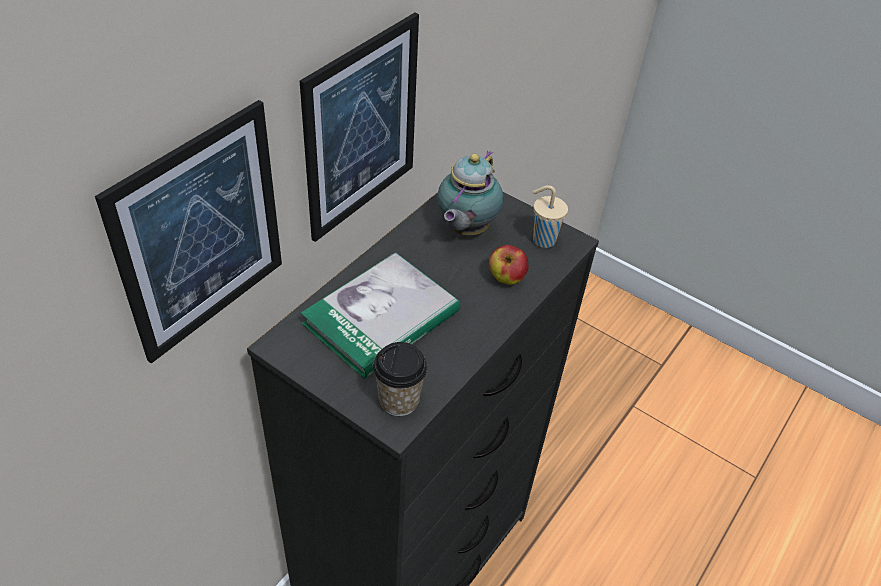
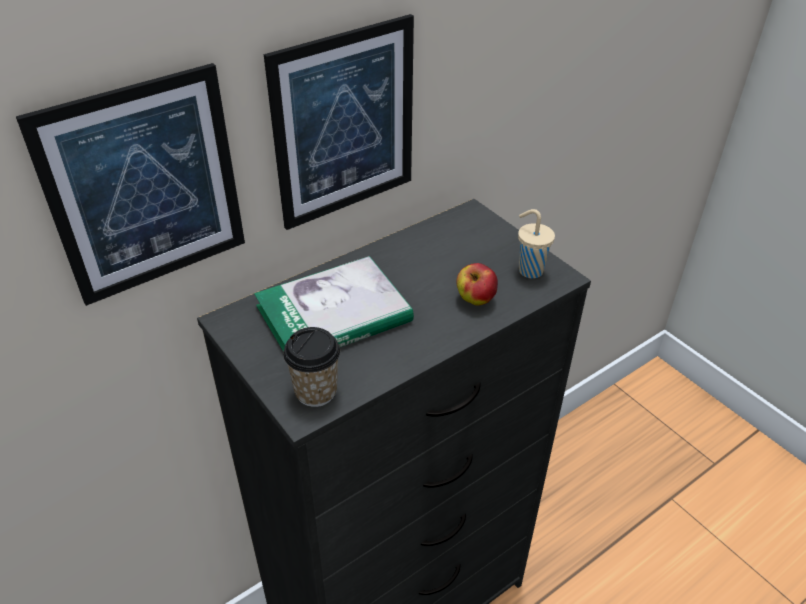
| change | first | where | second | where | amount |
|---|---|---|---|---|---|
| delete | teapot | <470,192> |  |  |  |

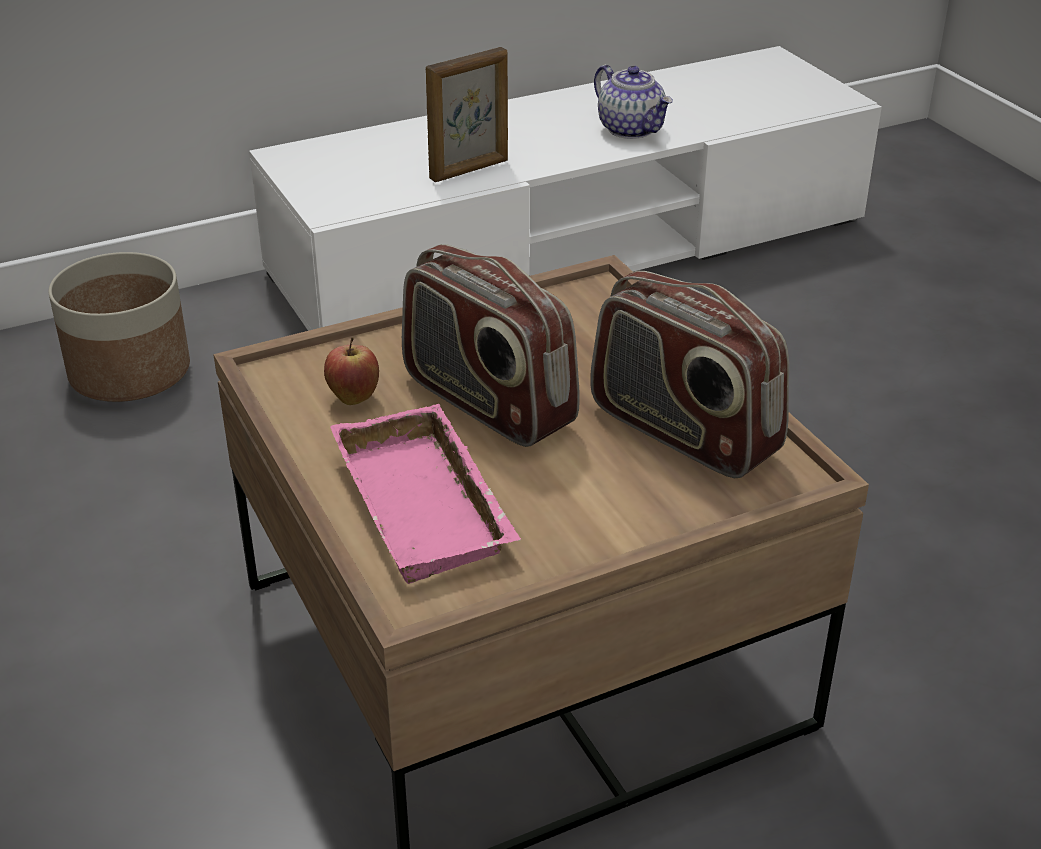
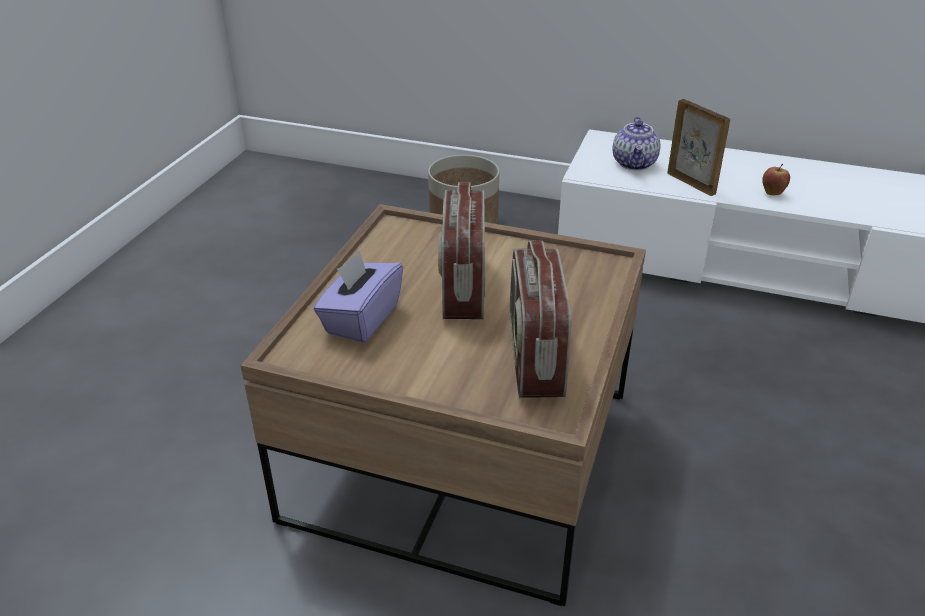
| change | first | where | second | where | amount |
|---|---|---|---|---|---|
| replace | pink tray | <425,494> | purple tissue box | <358,296> |  |
| move | teapot | <633,102> |  | <636,143> |  |
| rotate | picture frame | <467,114> |  | <698,147> | 135 degrees counterclockwise |
| move | apple | <351,371> |  | <776,179> |  |

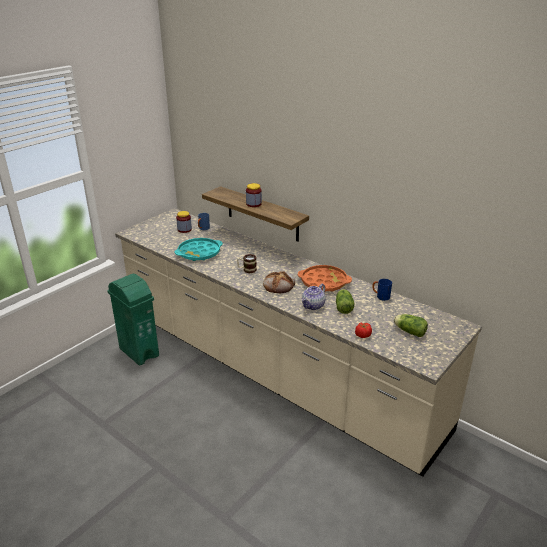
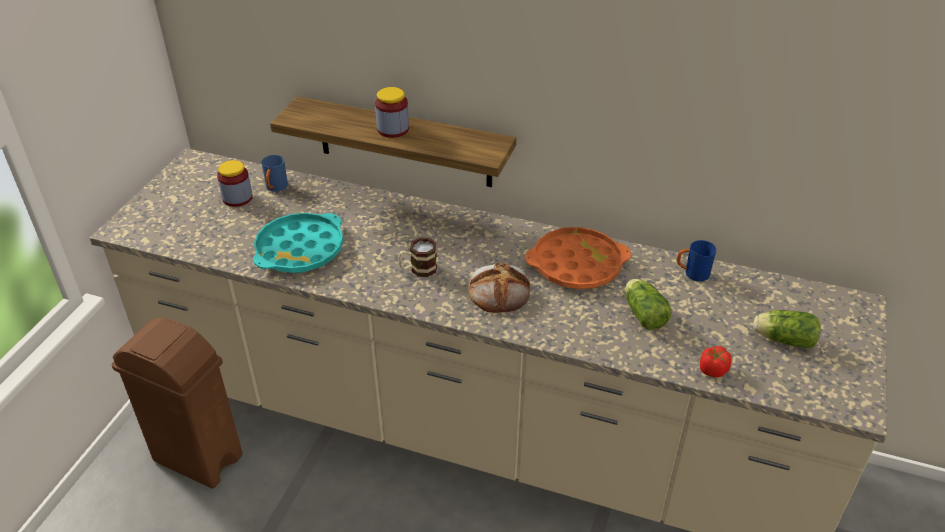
| change | first | where | second | where | amount |
|---|---|---|---|---|---|
| recolor | green trash can | <133,320> | brown trash can | <177,403> |  |
| delete | teapot | <313,297> |  |  |  |

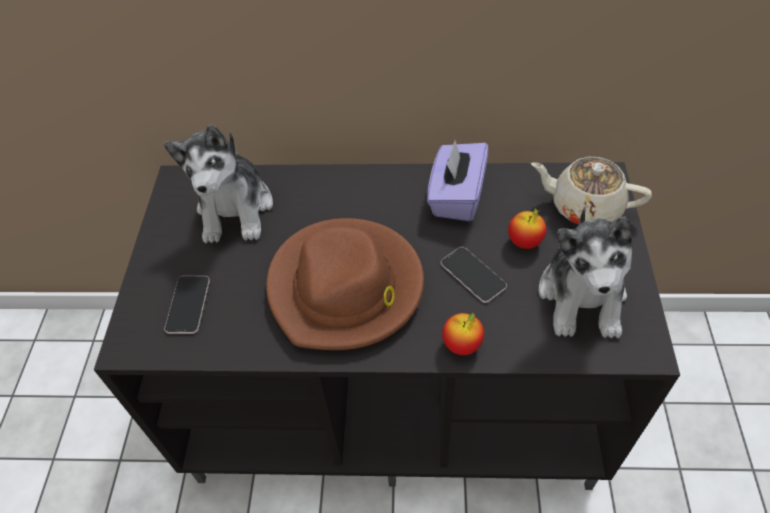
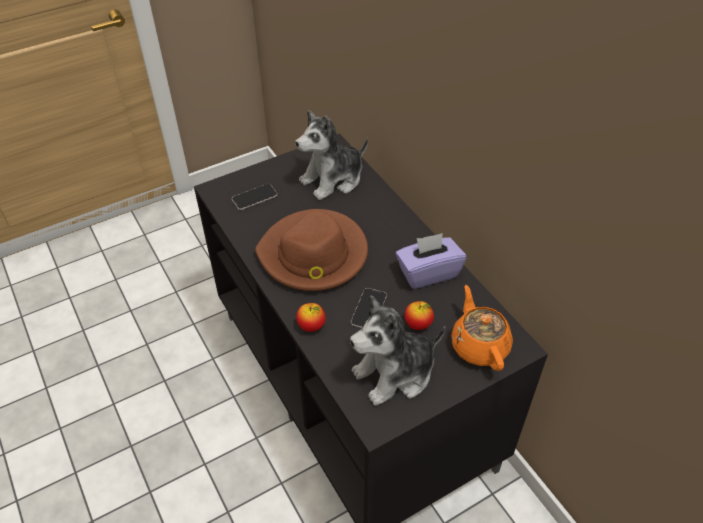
| change | first | where | second | where | amount |
|---|---|---|---|---|---|
| recolor | beige teapot | <591,190> | orange teapot | <482,328> |  |

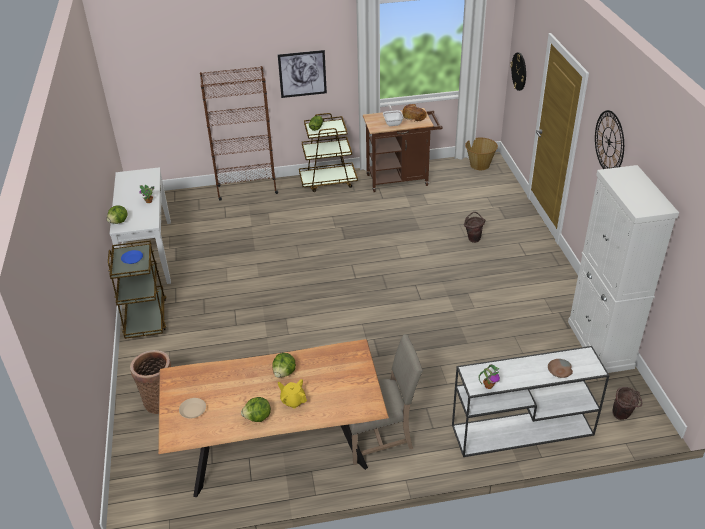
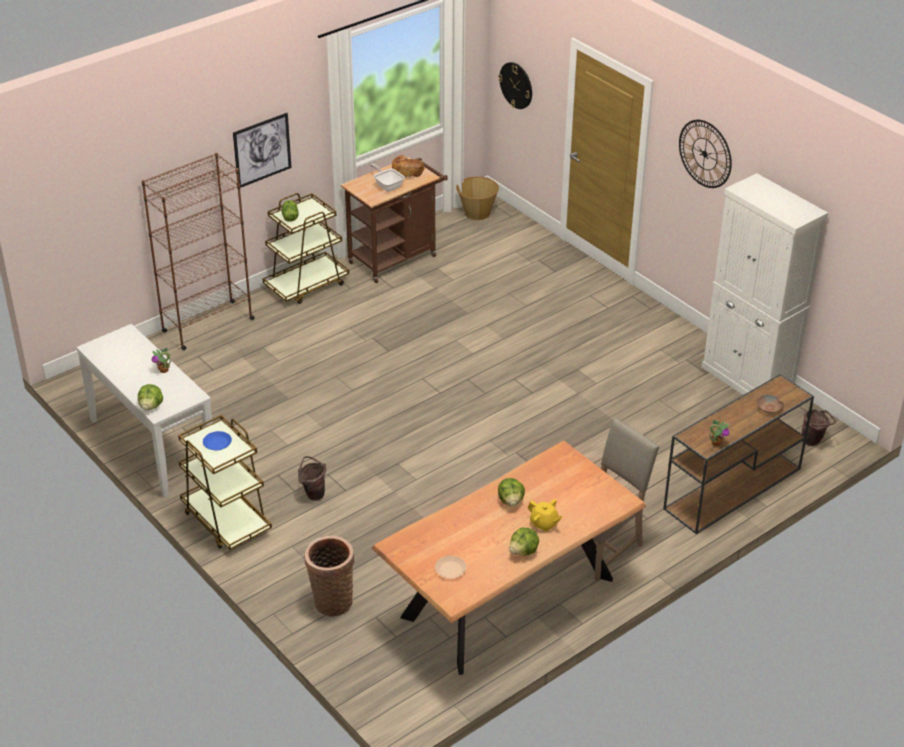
| change | first | where | second | where | amount |
|---|---|---|---|---|---|
| move | brown bucket | <474,227> |  | <312,478> |  |
| rotate | yellow teapot | <292,394> |  | <545,515> | 150 degrees counterclockwise |
| recolor | white console table | <531,401> | brown console table | <738,454> |  |

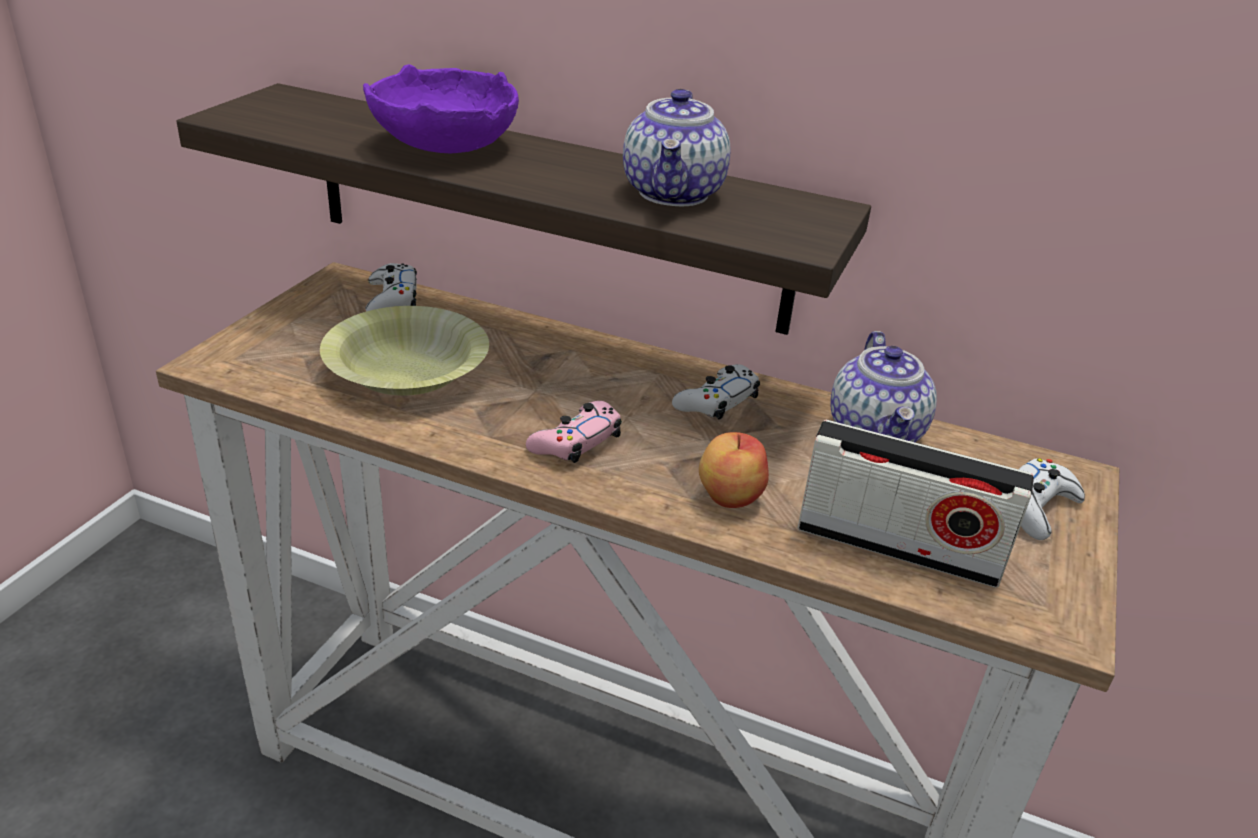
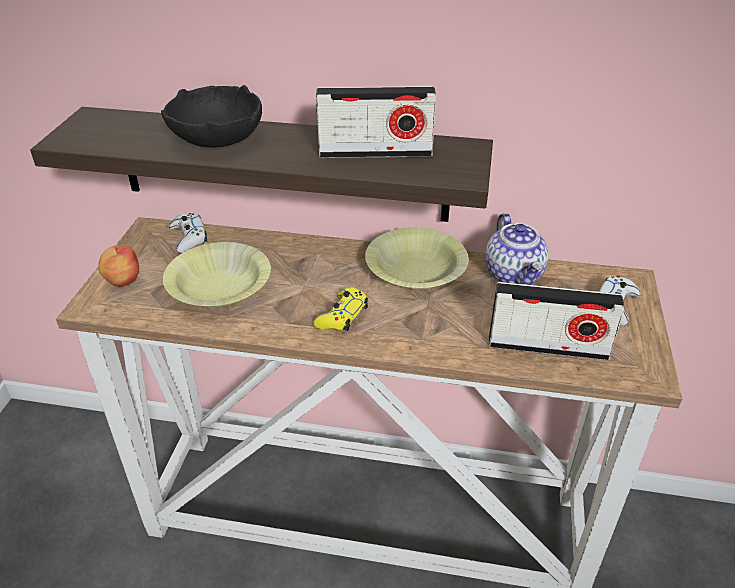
| change | first | where | second | where | amount |
|---|---|---|---|---|---|
| move | apple | <734,470> |  | <118,266> |  |
| recolor | purple bowl | <441,108> | black bowl | <211,116> |  |
| recolor | pink game controller | <574,432> | yellow game controller | <340,309> |  |
| replace | teapot | <677,147> | radio | <376,122> |  |
| replace | white game controller | <716,392> | yellow bowl | <417,258> |  |

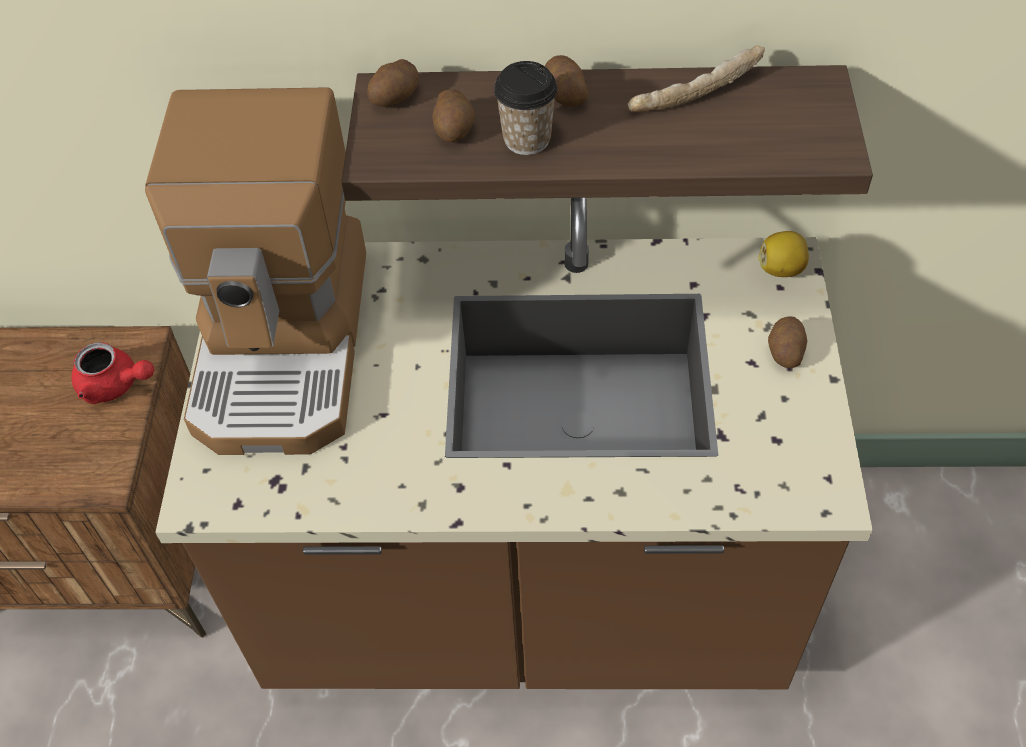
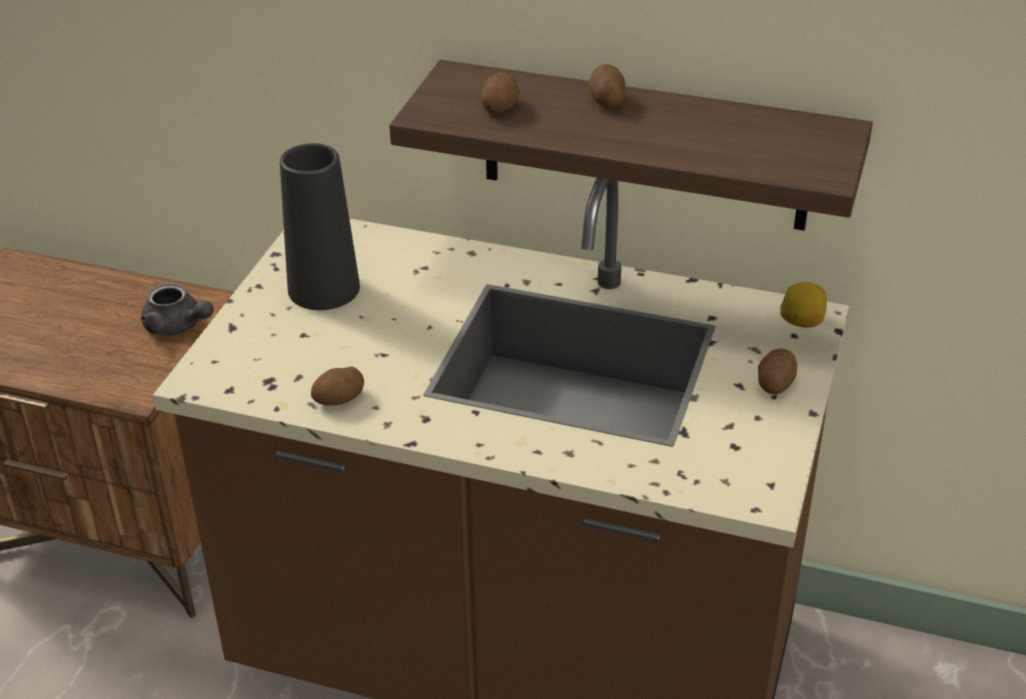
| change | first | where | second | where | amount |
|---|---|---|---|---|---|
| recolor | red teapot | <112,373> | grey teapot | <177,309> |  |
| replace | coffee machine | <255,271> | black vase | <320,226> |  |
| move | potato | <392,83> |  | <337,385> |  |
| delete | cup | <525,108> |  |  |  |
| delete | bread | <696,78> |  |  |  |

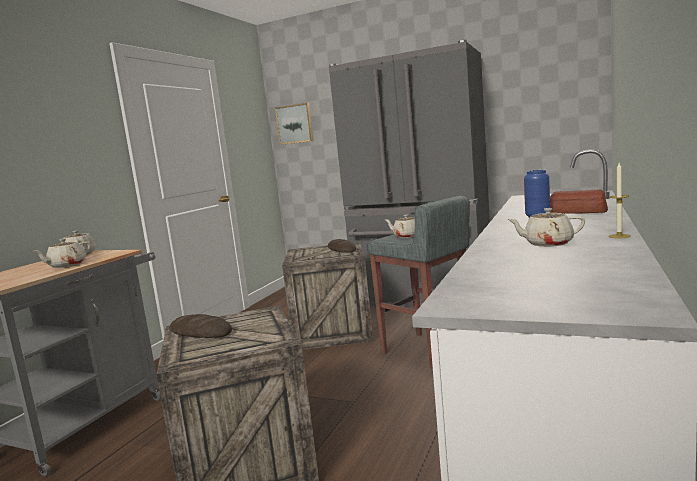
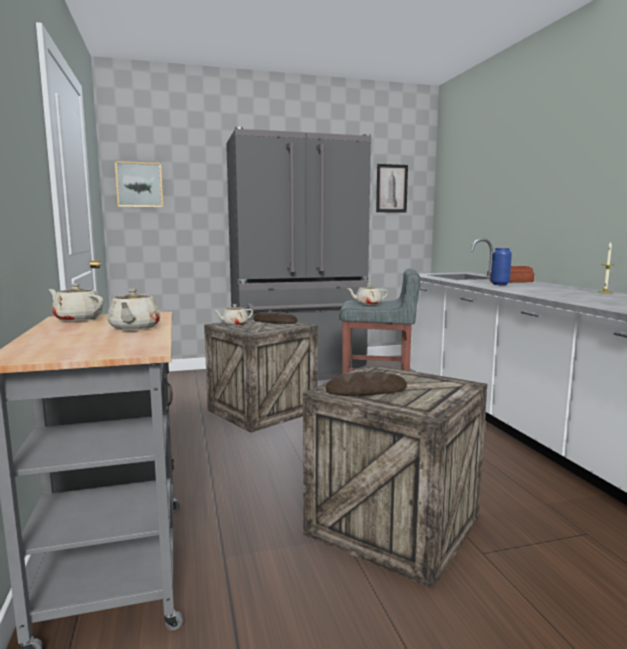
| change | first | where | second | where | amount |
|---|---|---|---|---|---|
| move | beige teapot | <546,227> |  | <233,315> |  |
| insert |  |  | picture | <392,188> |  |

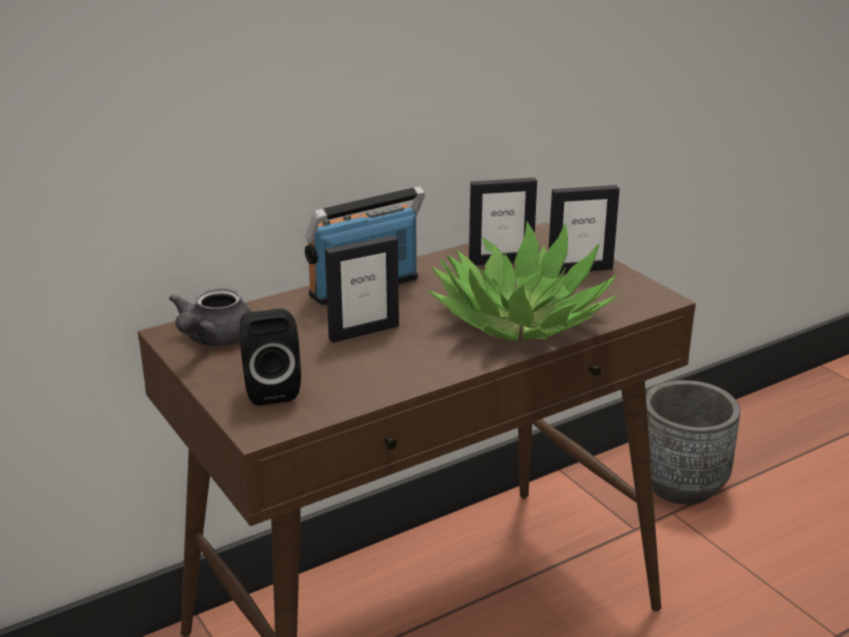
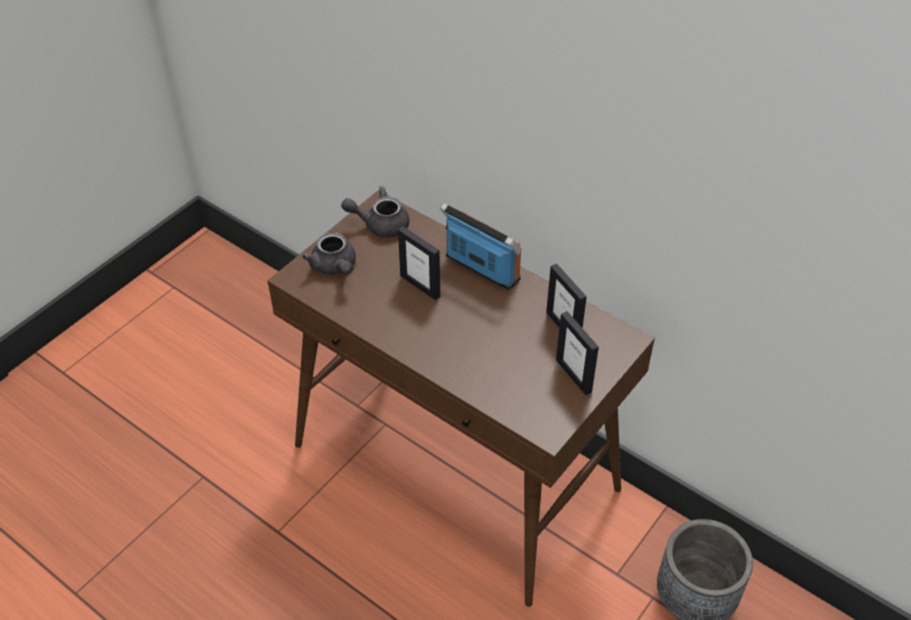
| change | first | where | second | where | amount |
|---|---|---|---|---|---|
| replace | black speaker | <270,357> | grey teapot | <329,253> |  |
| delete | potted plant | <523,282> |  |  |  |

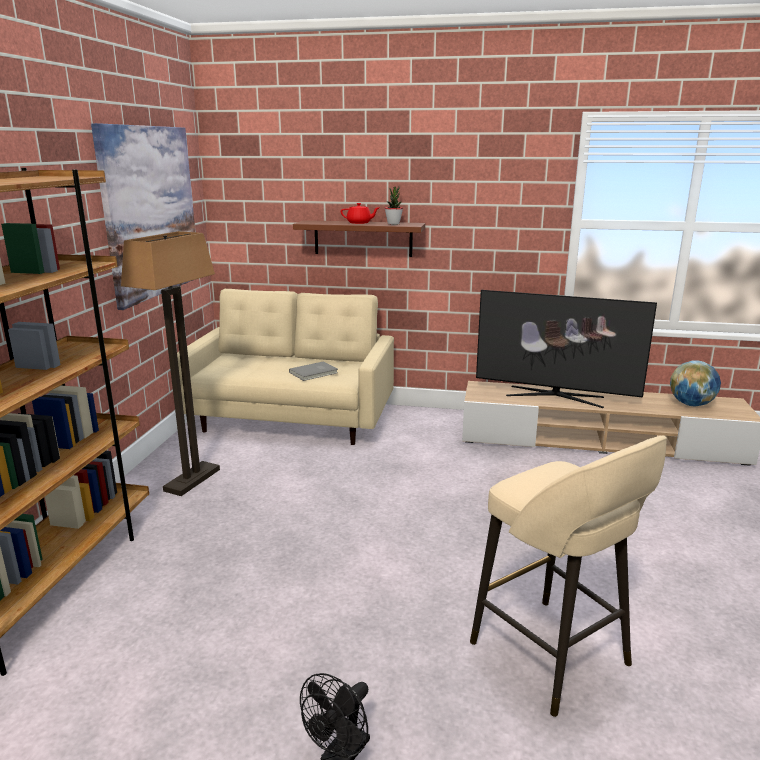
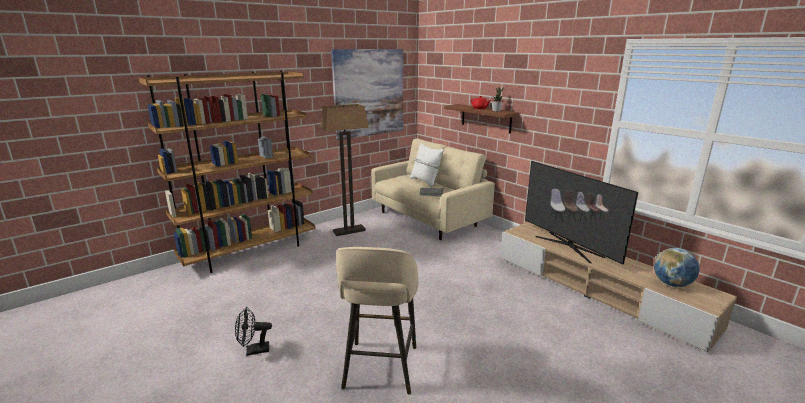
| change | first | where | second | where | amount |
|---|---|---|---|---|---|
| insert |  |  | white pillow | <426,165> |  |

